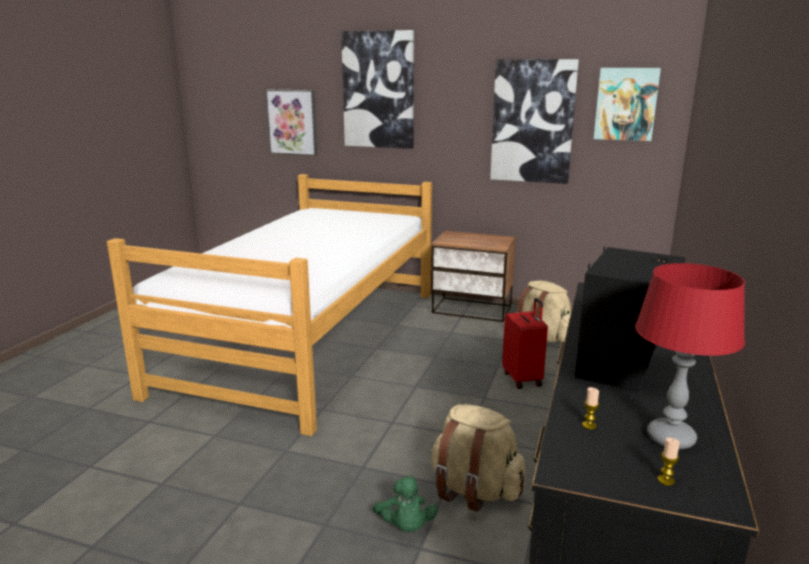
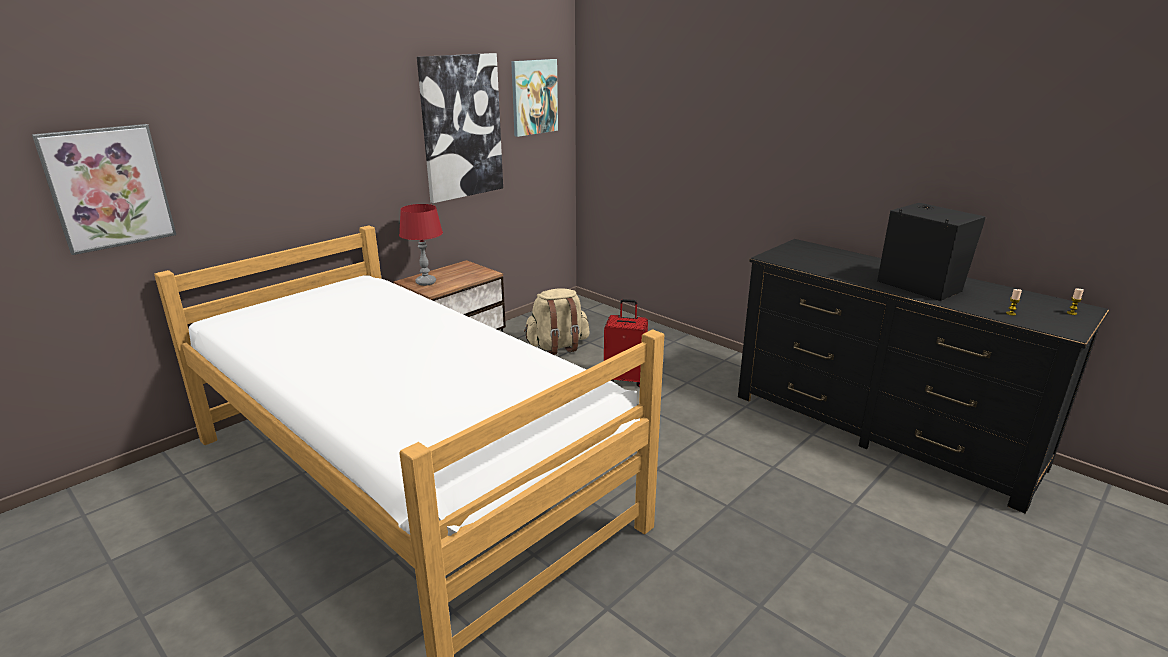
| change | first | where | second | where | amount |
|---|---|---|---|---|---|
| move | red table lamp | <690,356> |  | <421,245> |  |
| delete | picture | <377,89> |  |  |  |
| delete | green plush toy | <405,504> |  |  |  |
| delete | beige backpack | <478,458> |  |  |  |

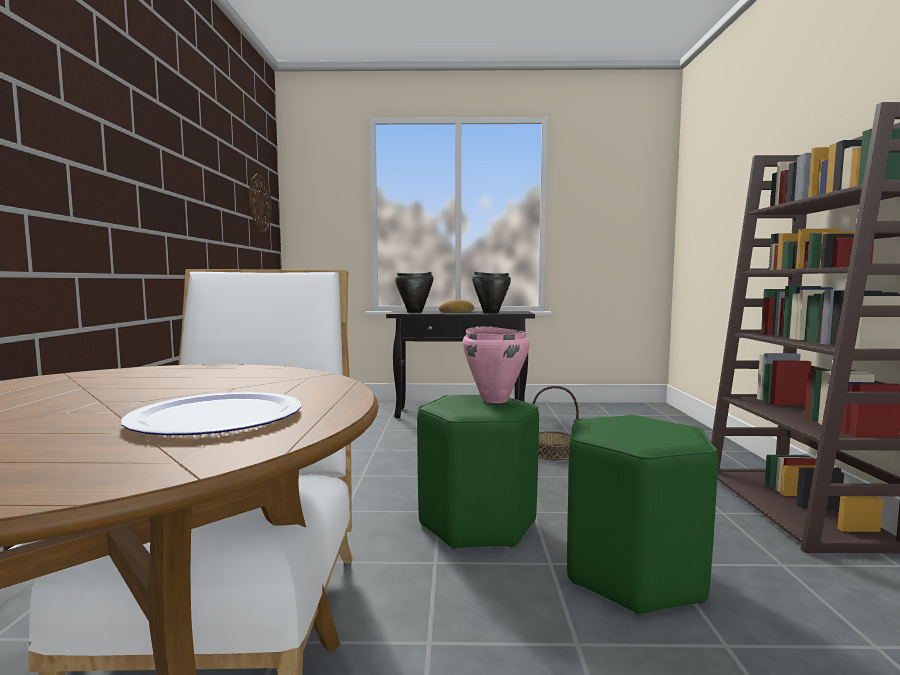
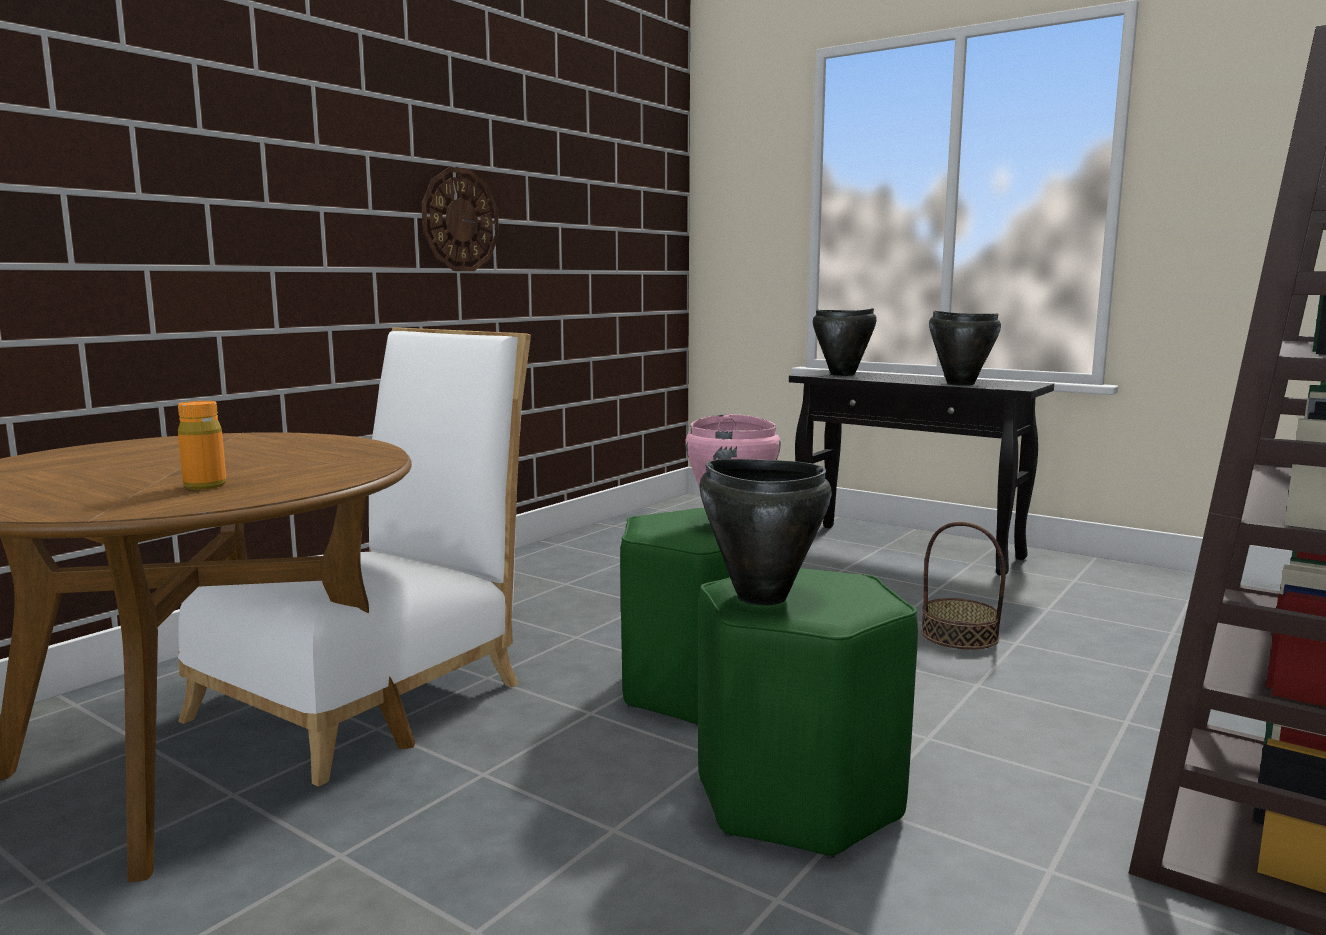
| change | first | where | second | where | amount |
|---|---|---|---|---|---|
| replace | plate | <211,413> | orange bottle | <202,445> |  |
| move | wall clock | <260,203> |  | <460,219> |  |
| insert |  |  | black cooking pot | <765,532> |  |
| delete | bread | <456,306> |  |  |  |

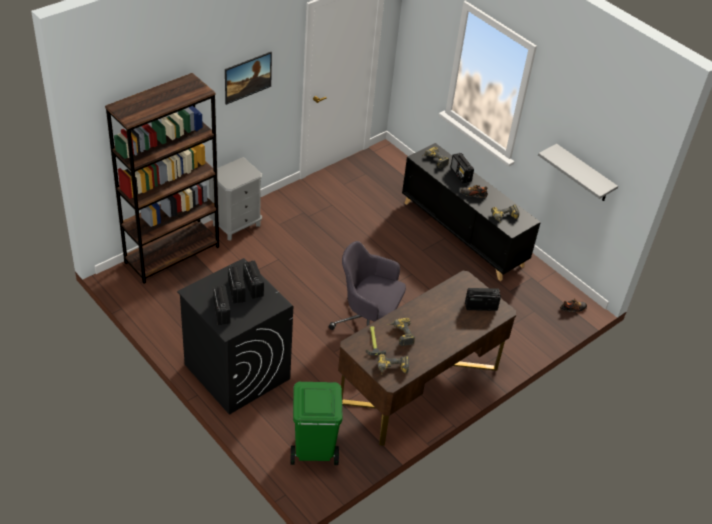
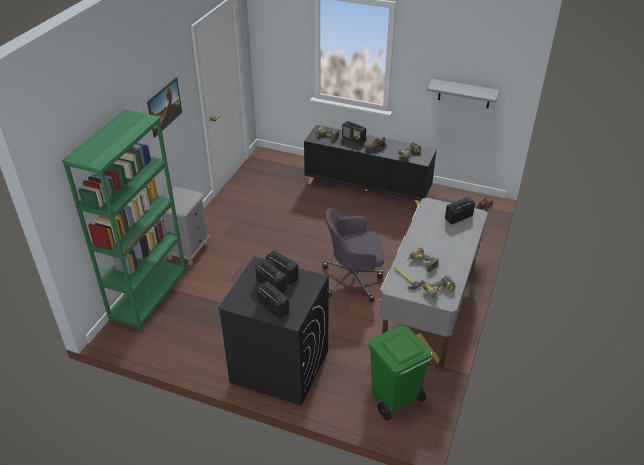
| change | first | where | second | where | amount |
|---|---|---|---|---|---|
| recolor | brown bookcase | <162,178> | green bookcase | <124,221> |  |
| recolor | brown desk | <427,358> | grey desk | <433,283> |  |

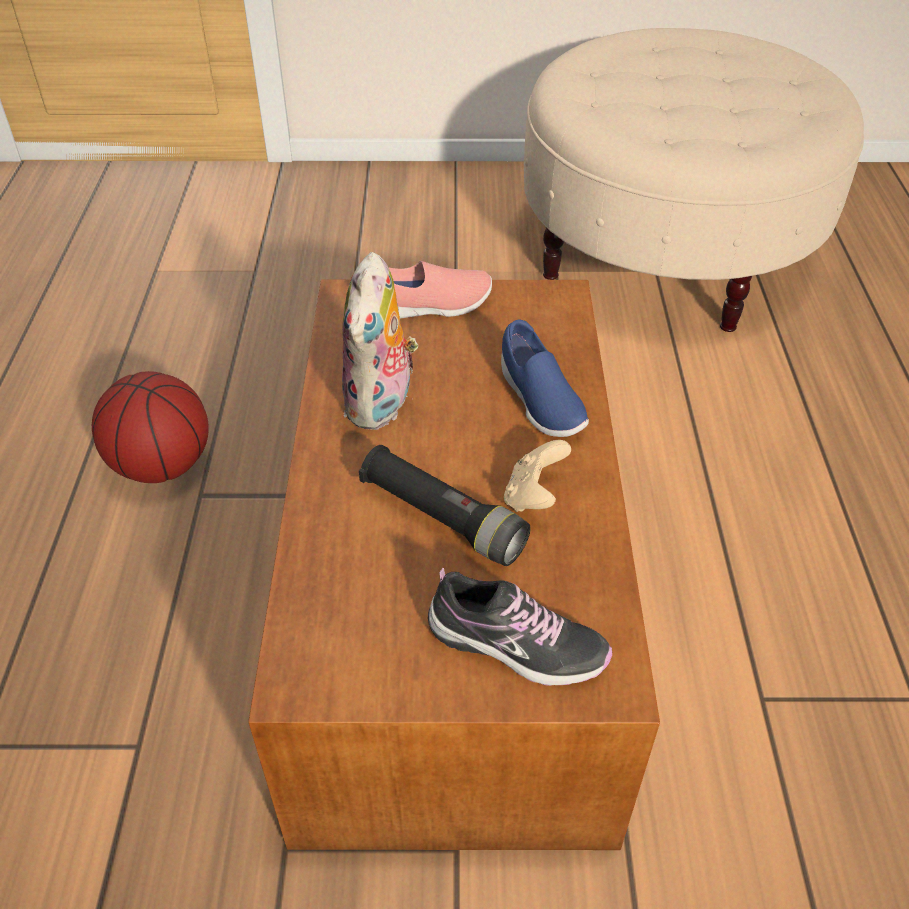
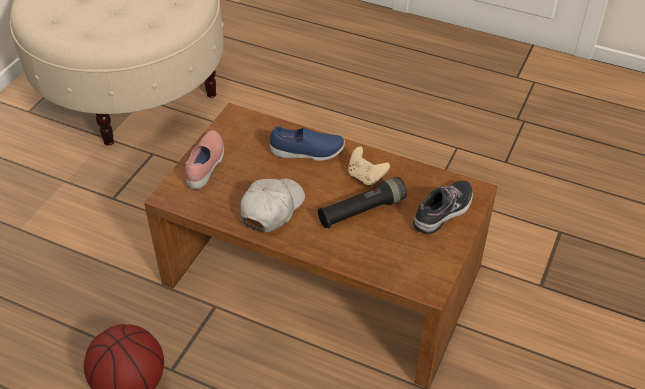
| change | first | where | second | where | amount |
|---|---|---|---|---|---|
| replace | plush toy | <380,341> | white cap | <273,205> |  |

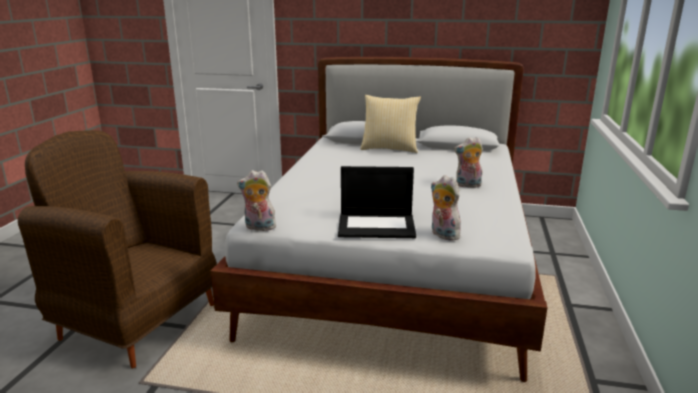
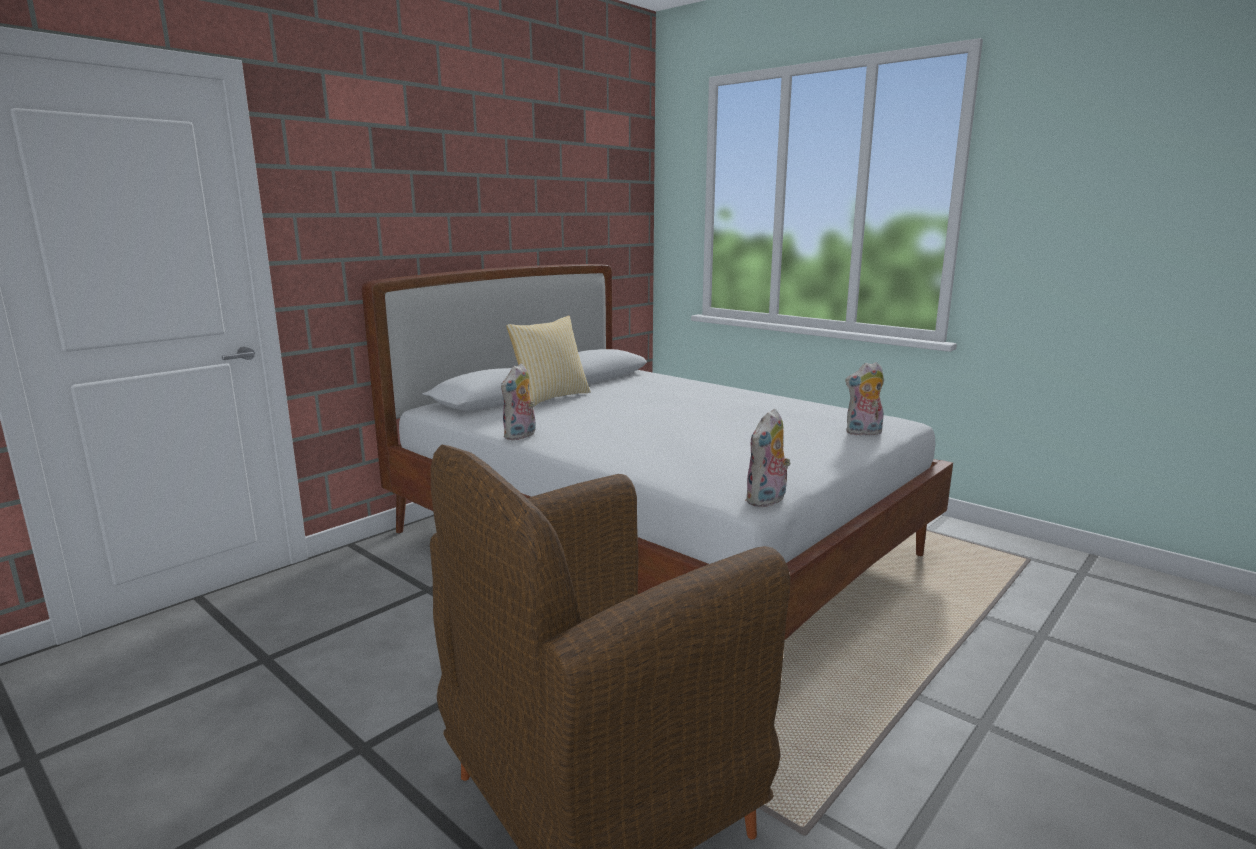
| change | first | where | second | where | amount |
|---|---|---|---|---|---|
| move | plush toy | <468,162> |  | <518,402> |  |
| delete | laptop | <377,202> |  |  |  |

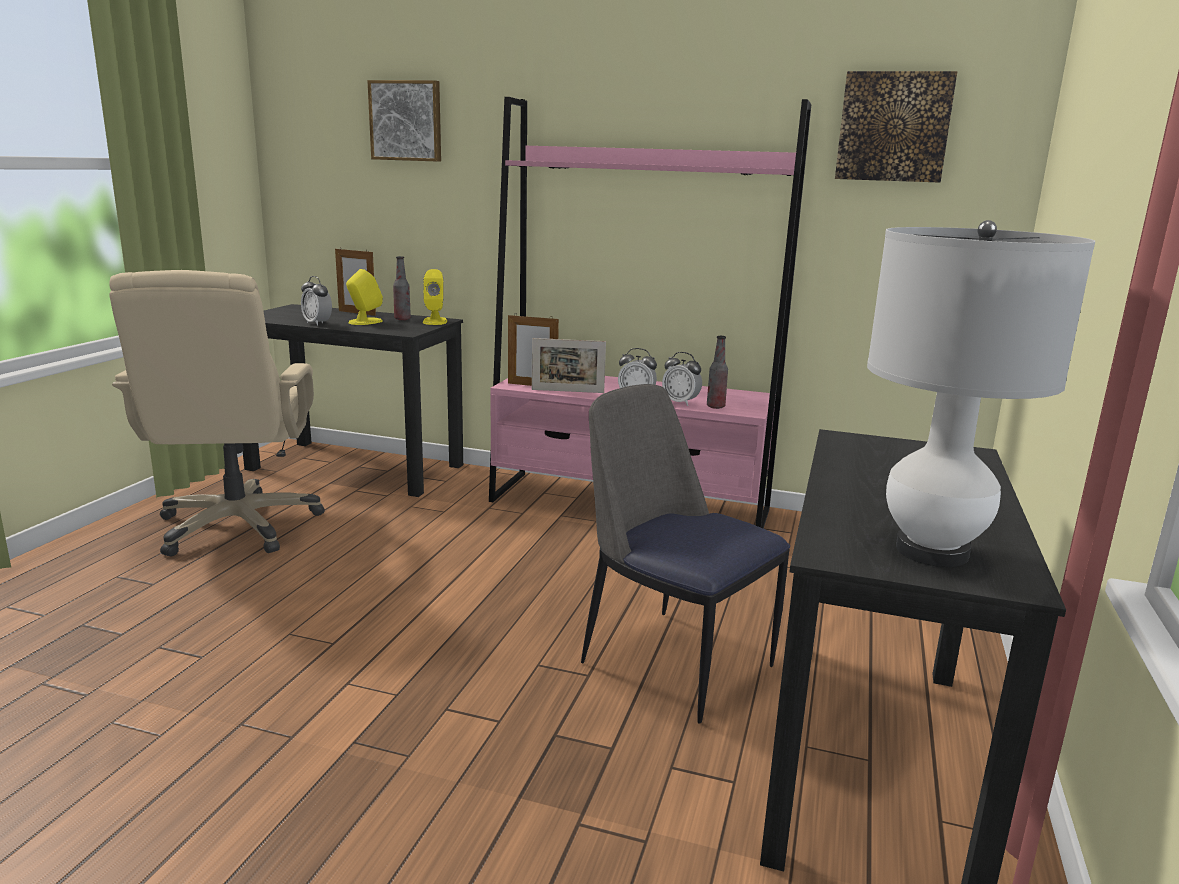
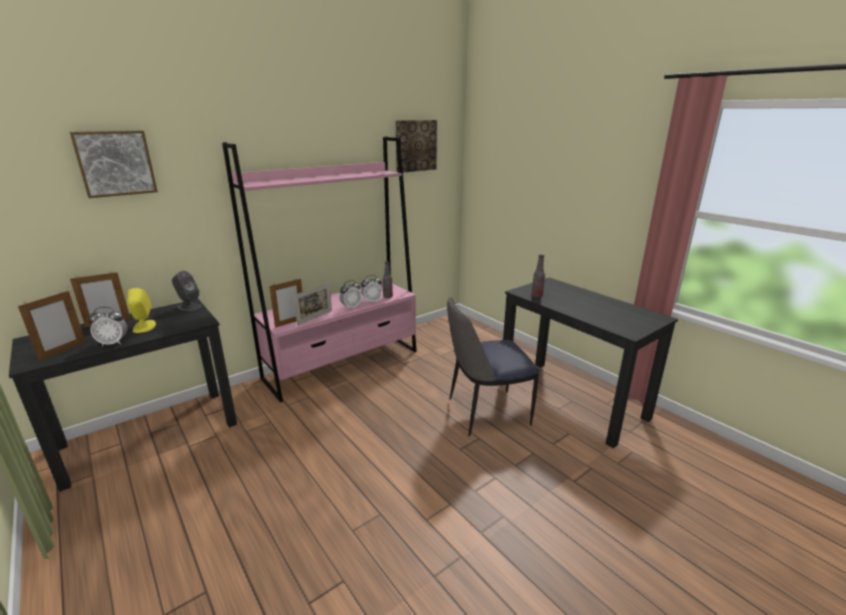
| change | first | where | second | where | amount |
|---|---|---|---|---|---|
| insert |  |  | picture frame | <52,326> |  |
| recolor | yellow speaker | <435,297> | grey speaker | <187,291> |  |
| move | bottle | <402,288> |  | <538,276> |  |
| delete | beige office chair | <217,413> |  |  |  |
| delete | white table lamp | <981,393> |  |  |  |

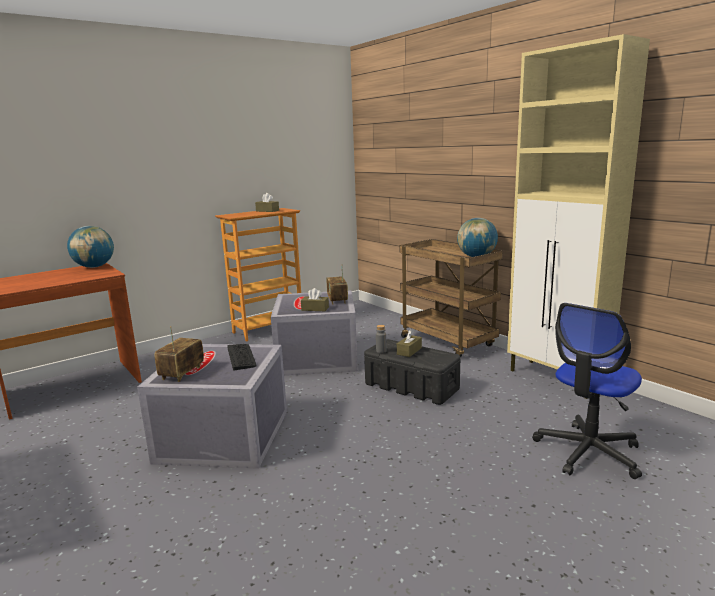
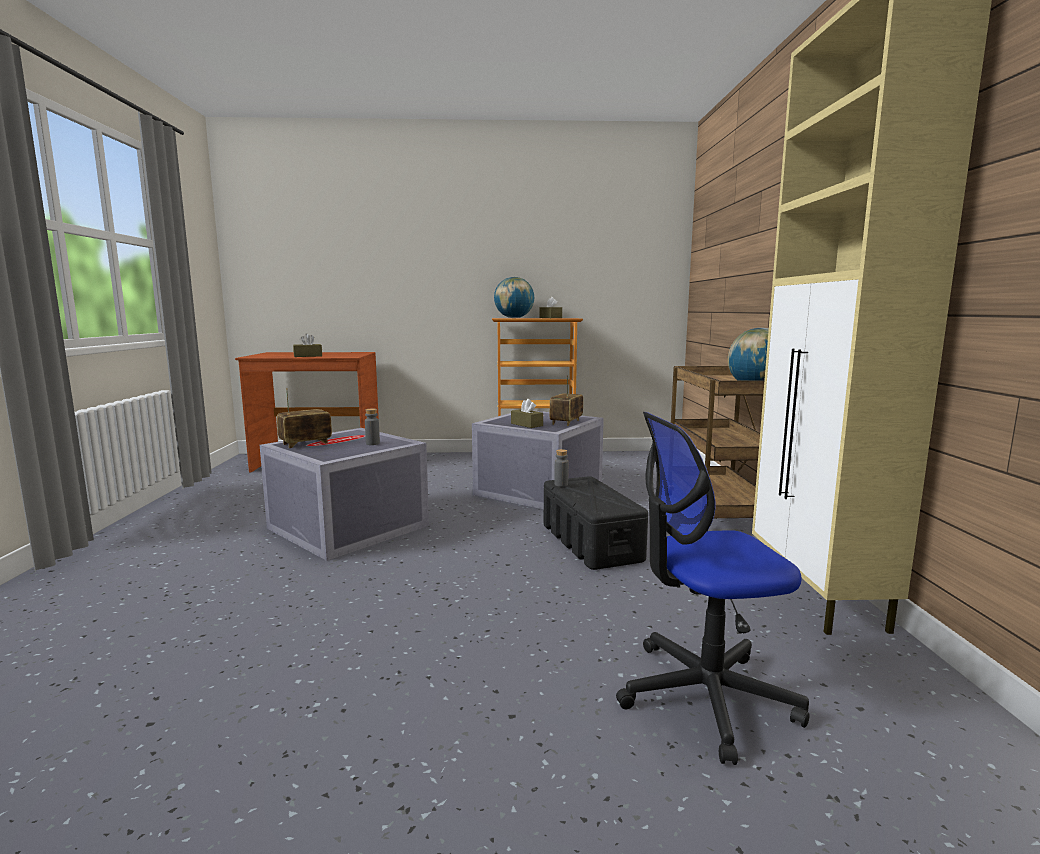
| change | first | where | second | where | amount |
|---|---|---|---|---|---|
| move | brown tissue box | <409,343> |  | <307,345> |  |
| replace | keyboard | <242,357> | grey bottle | <372,426> |  |
| move | globe | <90,247> |  | <514,297> |  |

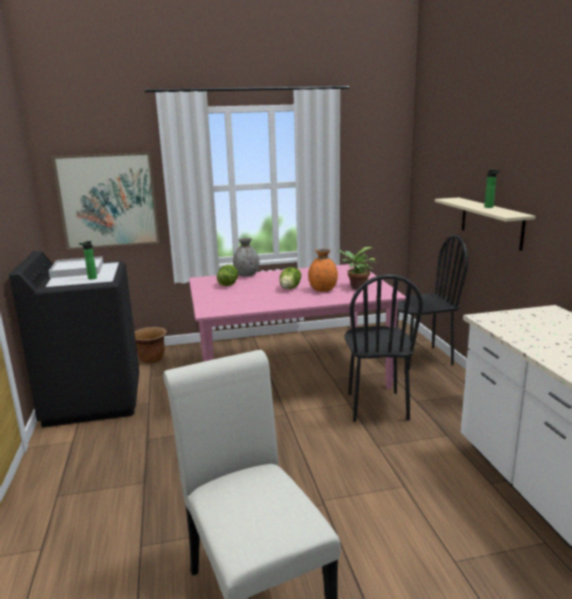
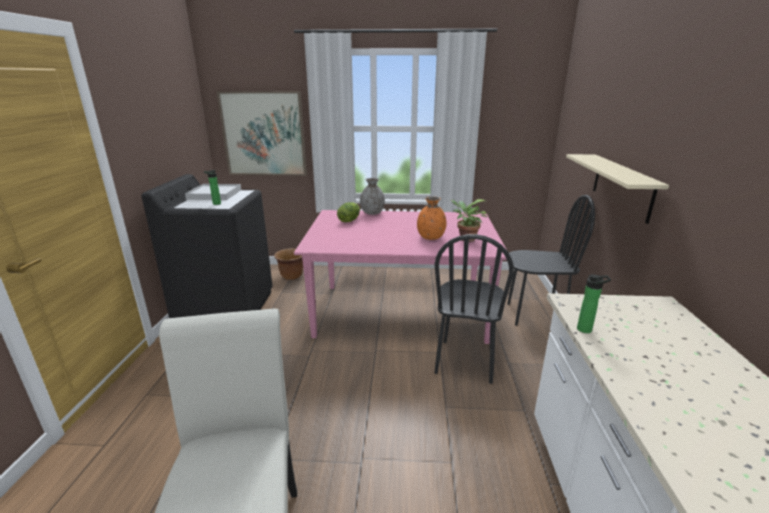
| change | first | where | second | where | amount |
|---|---|---|---|---|---|
| move | bottle | <492,189> |  | <594,303> |  |
| delete | lettuce | <290,278> |  |  |  |

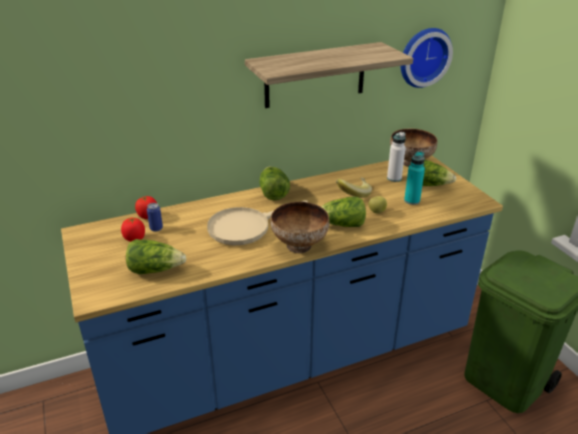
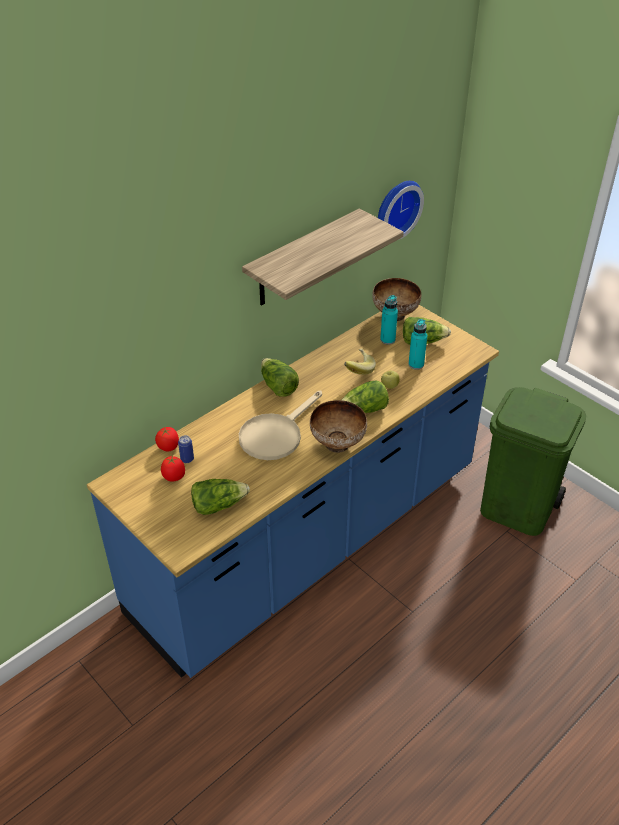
| change | first | where | second | where | amount |
|---|---|---|---|---|---|
| recolor | white bottle | <396,157> | turquoise bottle | <389,320> |  |

